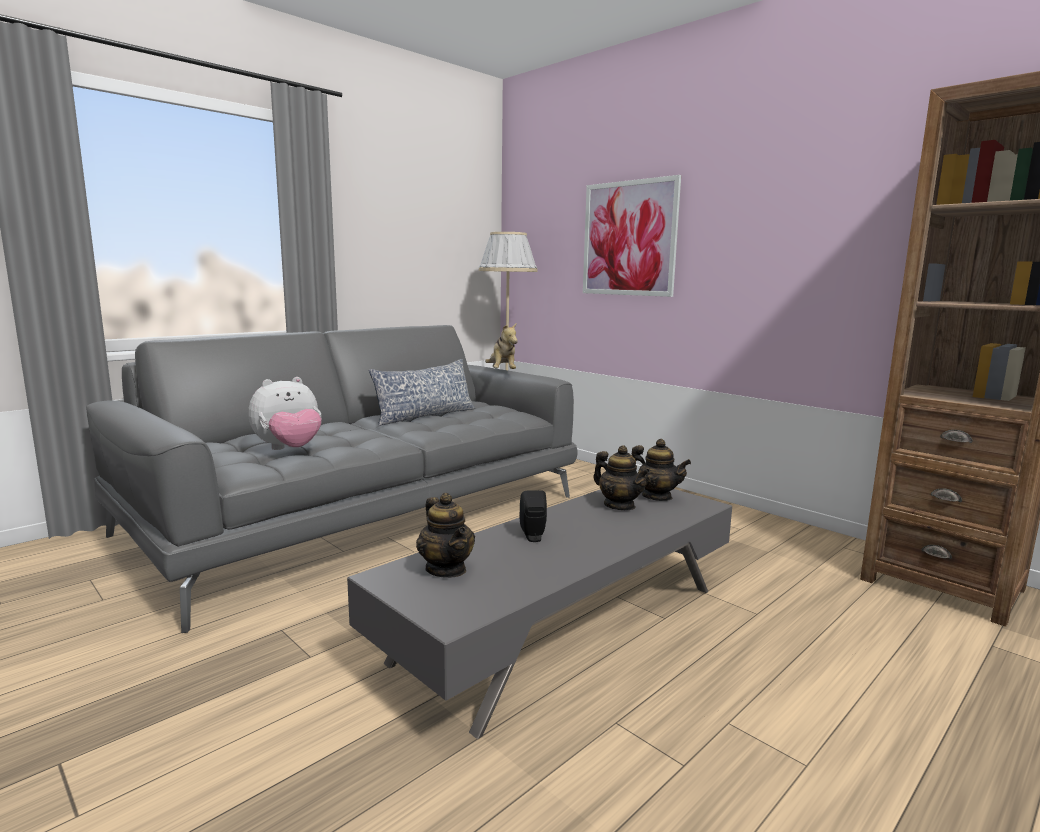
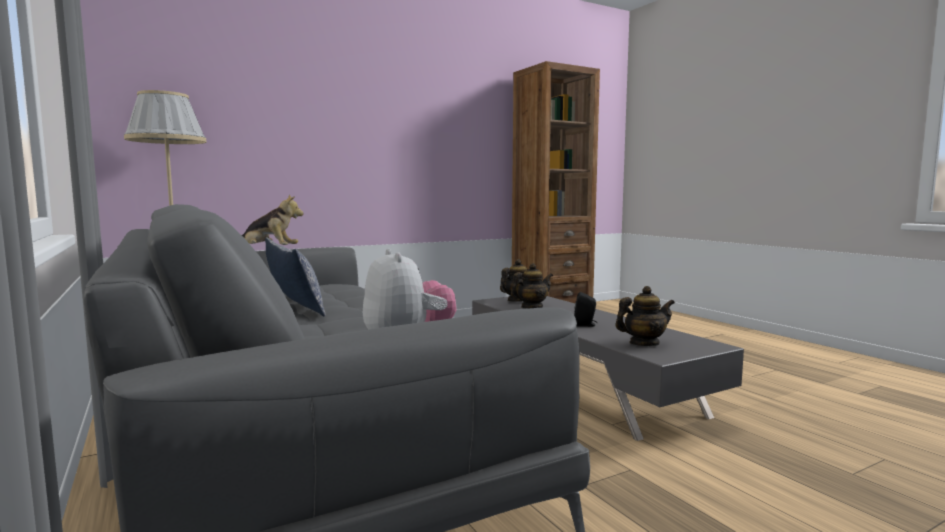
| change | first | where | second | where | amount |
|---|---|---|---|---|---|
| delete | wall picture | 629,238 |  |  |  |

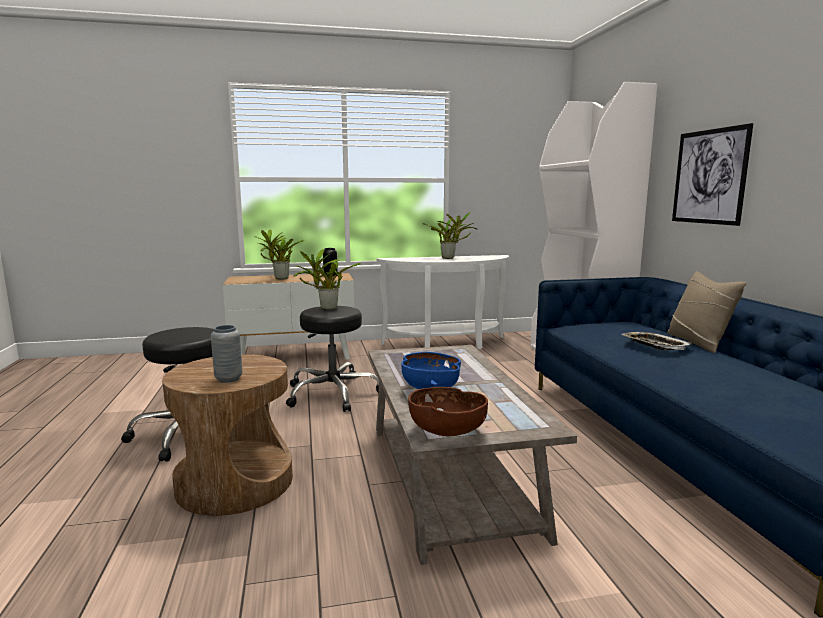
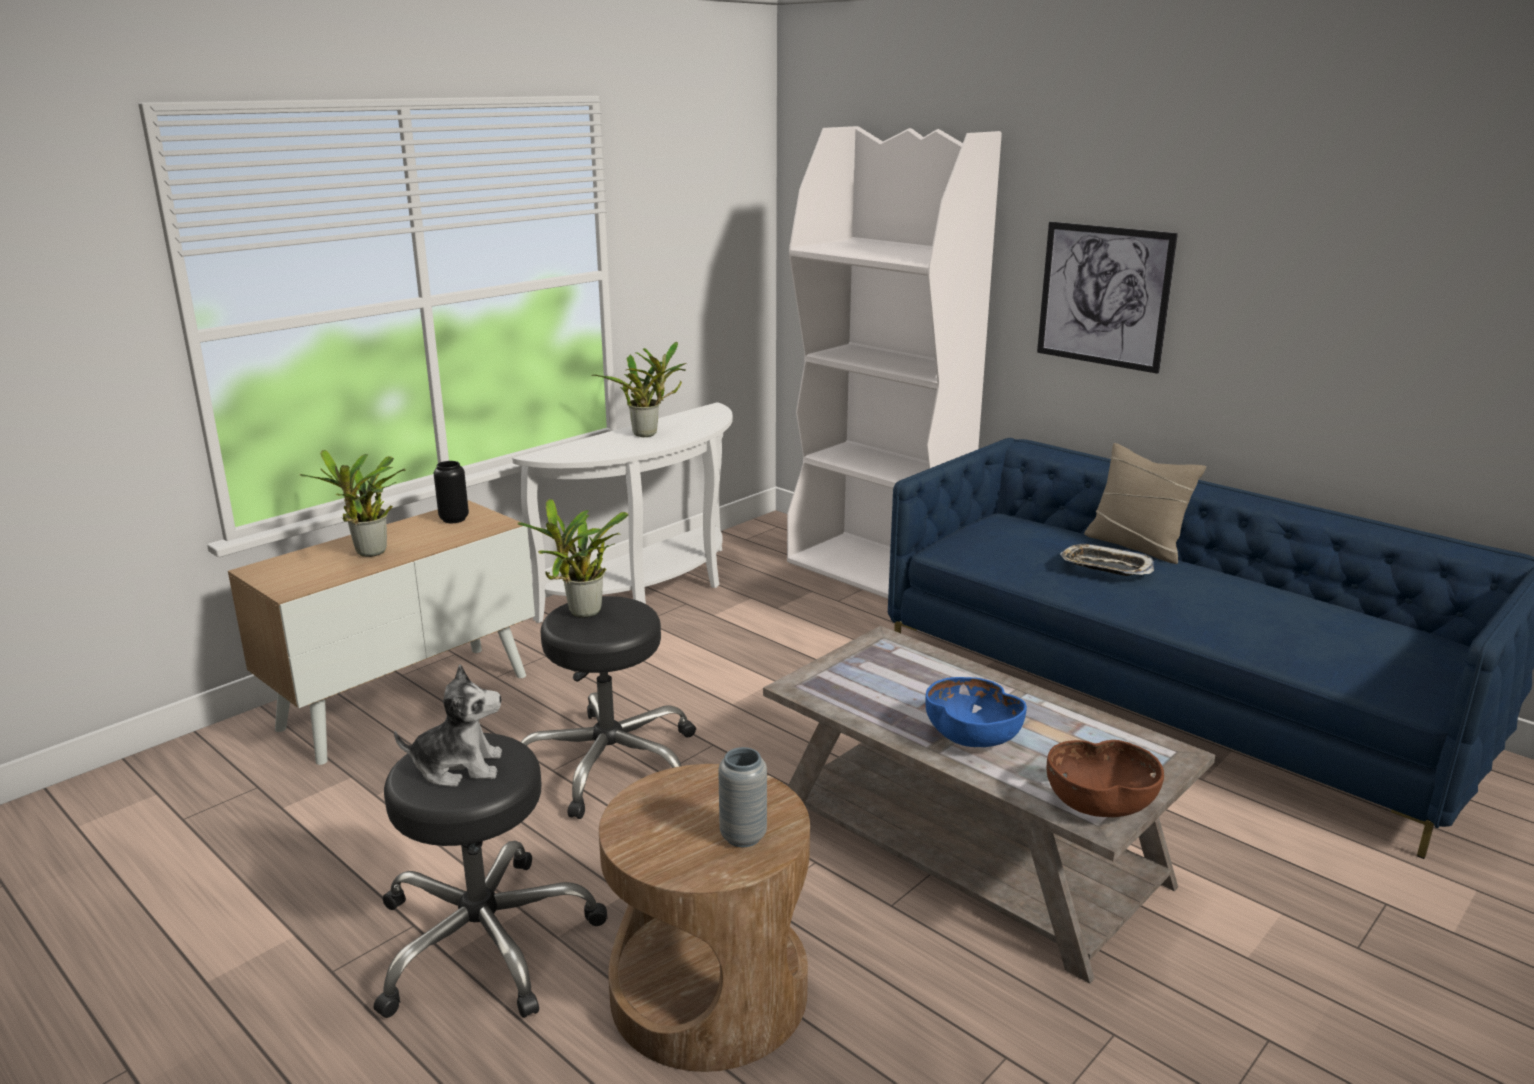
| change | first | where | second | where | amount |
|---|---|---|---|---|---|
| insert |  |  | soft toy | 458,767 |  |

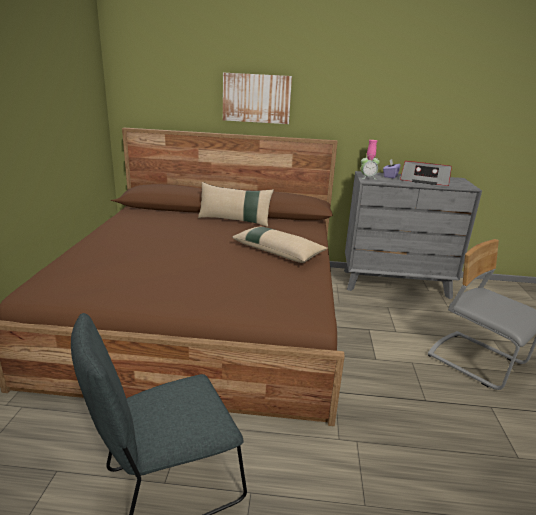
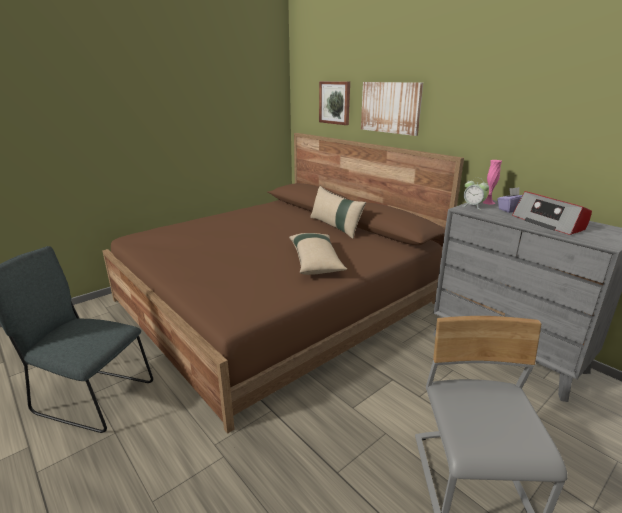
| change | first | where | second | where | amount |
|---|---|---|---|---|---|
| insert |  |  | wall picture | 335,102 |  |

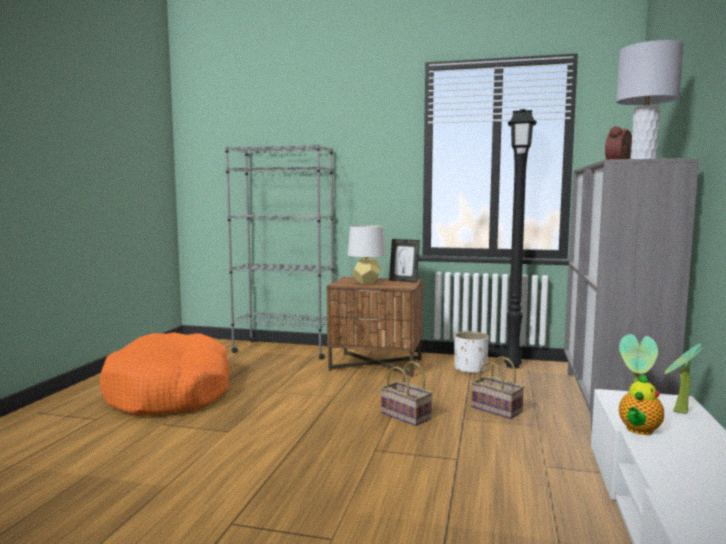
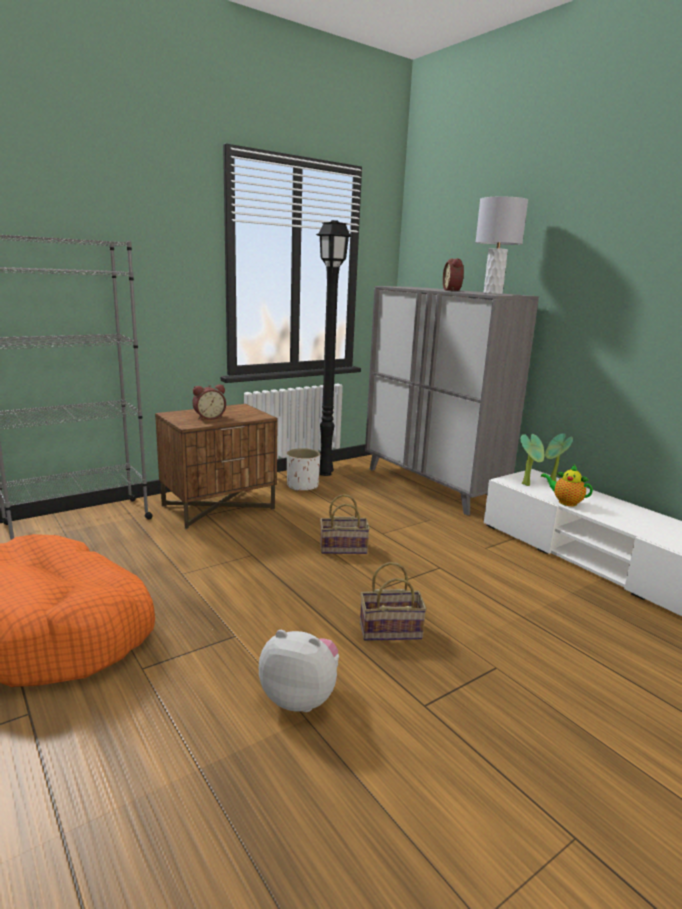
| change | first | where | second | where | amount |
|---|---|---|---|---|---|
| replace | lamp for a table in grey | 366,282 | bedside clock | 209,417 |  |
| delete | picture frame | 404,281 |  |  |  |
| move | household basket | 498,409 |  | 391,630 |  |
| rotate | pot for tea | 639,430 |  | 565,502 | 135 degrees clockwise |
| insert |  |  | soft toy | 300,697 |  |

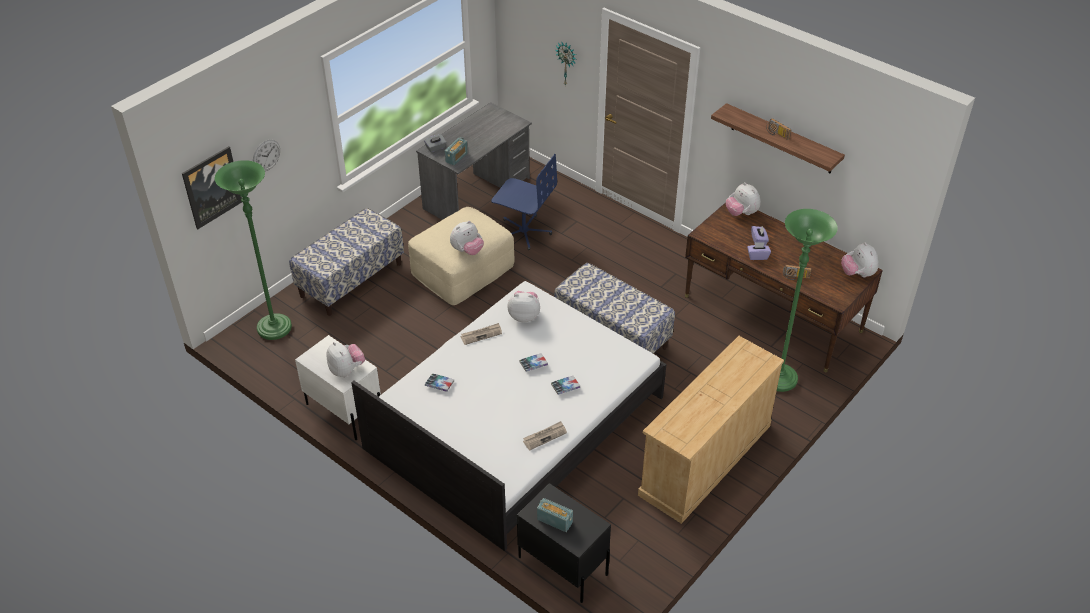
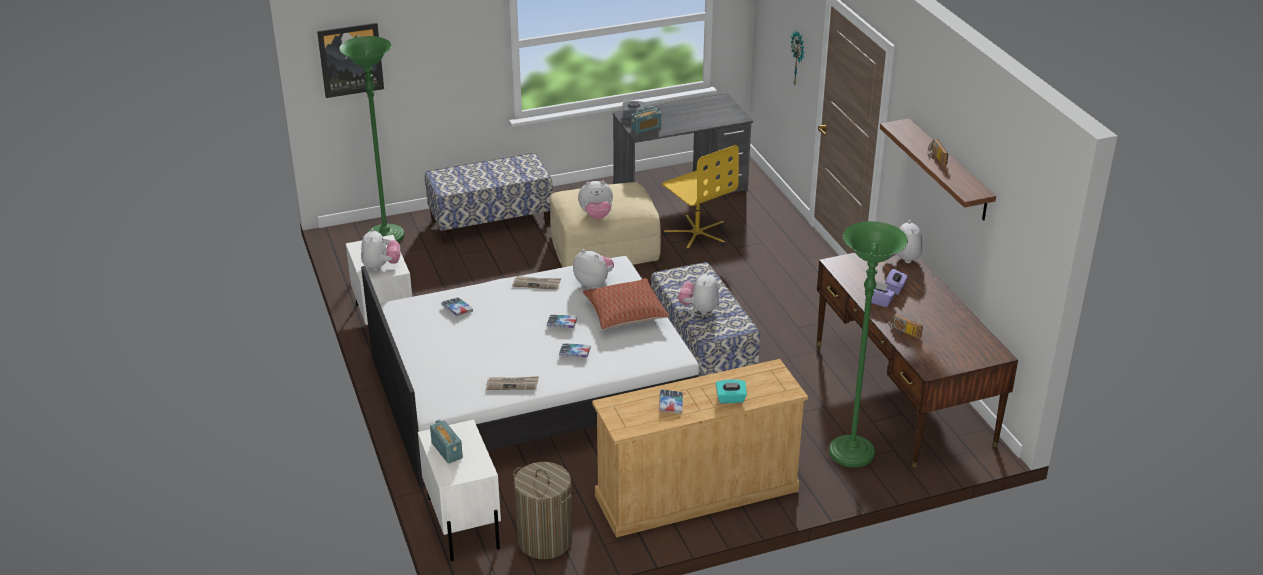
| change | first | where | second | where | amount |
|---|---|---|---|---|---|
| delete | clock on the wall | 266,155 |  |  |  |
| recolor | desk chair in bluish | 524,232 | desk chair in yellow | 697,235 |  |
| recolor | night table in black-coloured | 562,565 | night table in whitish | 463,522 |  |
| move | soft toy | 857,274 |  | 699,309 |  |
| insert |  |  | hamper | 544,540 |  |
| insert |  |  | cushion | 625,313 |  |
| insert |  |  | book | 671,404 |  |
| insert |  |  | tissue box in turquoise-coloured | 730,399 |  |

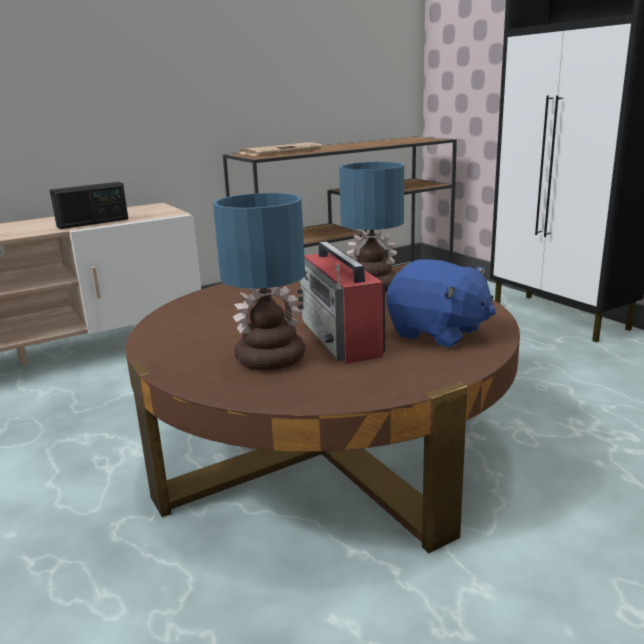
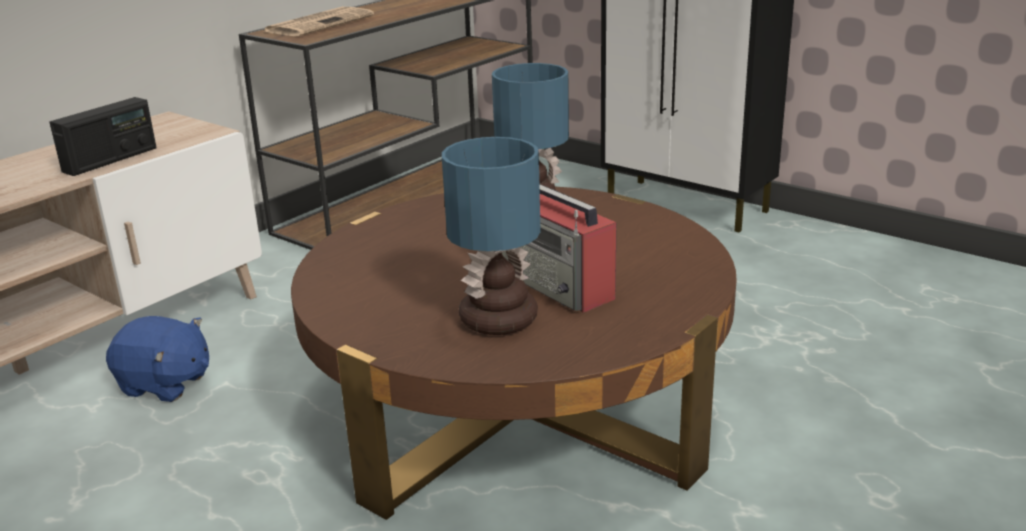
| change | first | where | second | where | amount |
|---|---|---|---|---|---|
| move | soft toy in bluish | 438,333 |  | 165,384 |  |

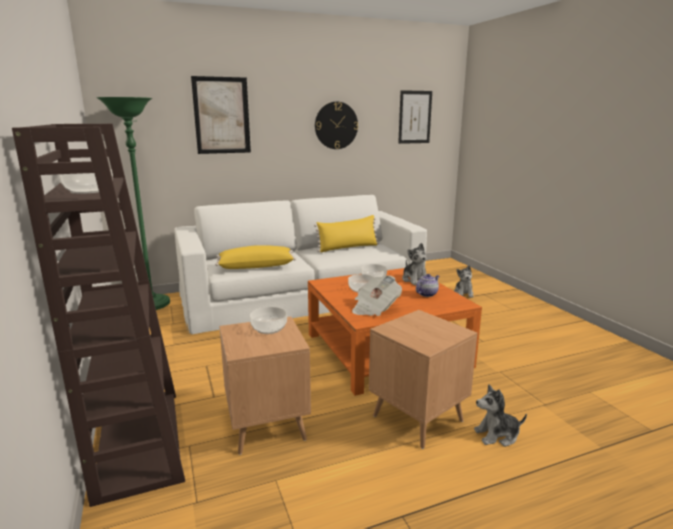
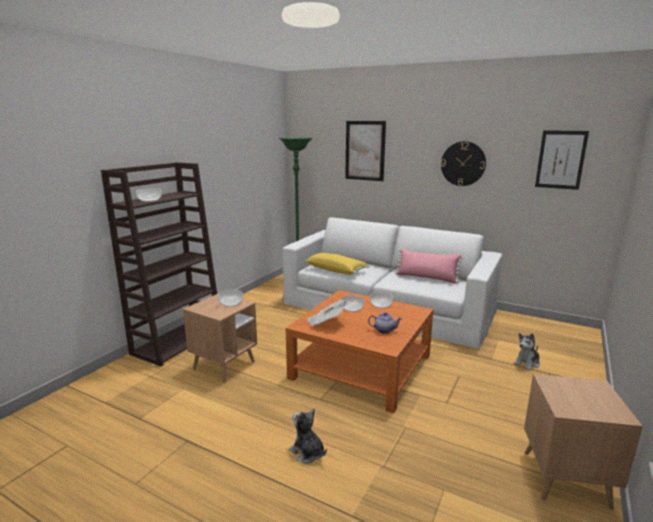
| change | first | where | second | where | amount |
|---|---|---|---|---|---|
| recolor | cushion in yellow | 348,248 | cushion in pink | 426,278 |  |
| move | end table in brown | 417,418 |  | 565,479 |  |
| delete | soft toy | 415,280 |  |  |  |

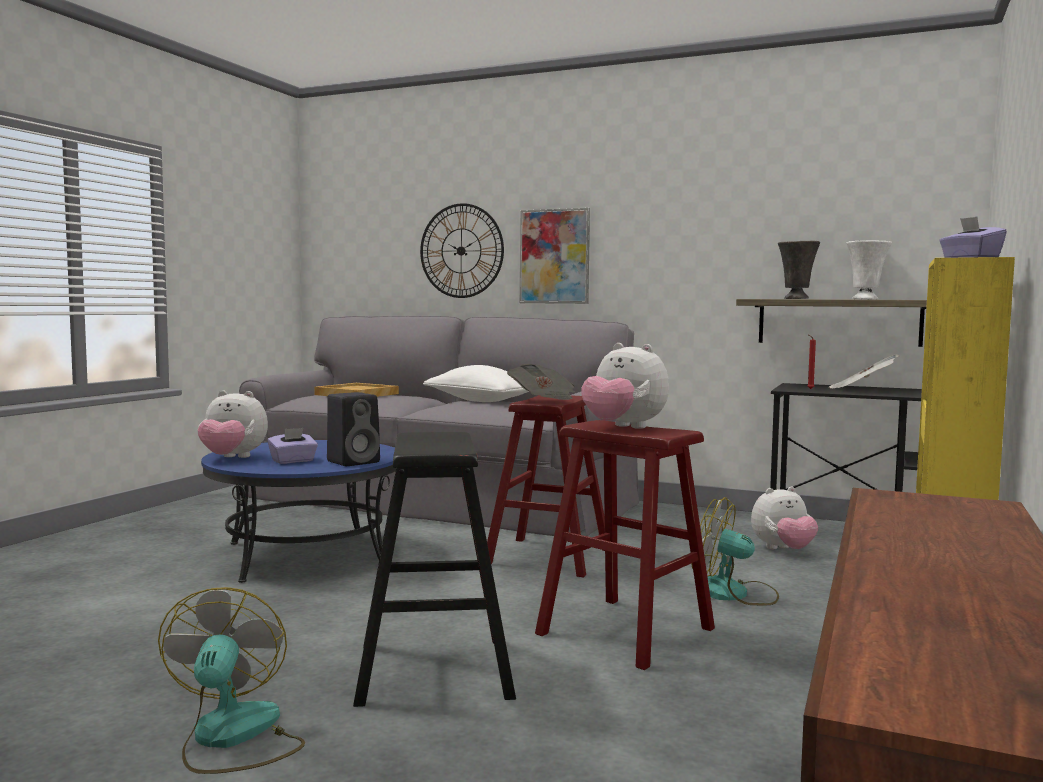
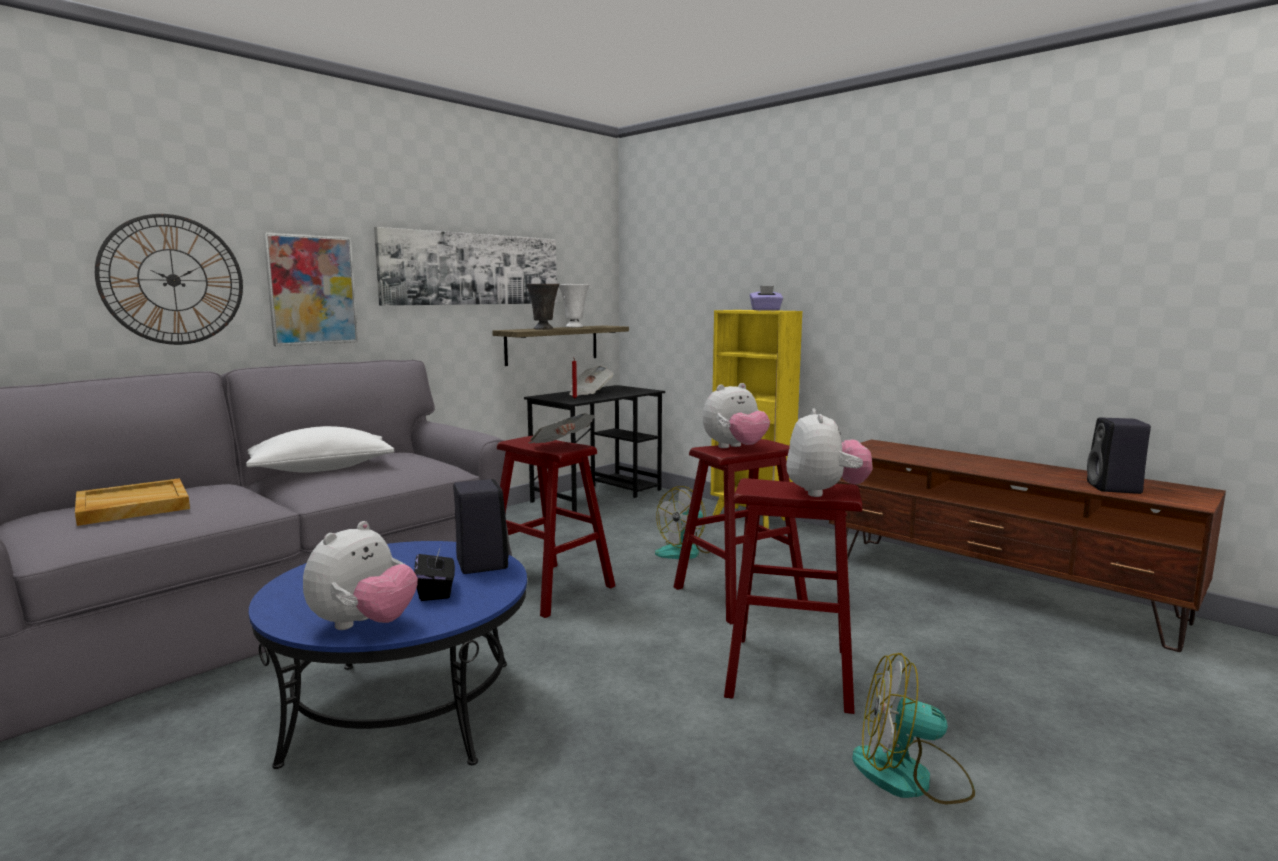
| change | first | where | second | where | amount |
|---|---|---|---|---|---|
| recolor | tissue box in purplish | 293,461 | tissue box in black-coloured | 436,591 |  |
| recolor | sitting stool in black-coloured | 434,670 | sitting stool in red-coloured | 790,672 |  |
| move | soft toy | 783,550 |  | 825,492 |  |
| insert |  |  | wall picture | 473,269 |  |
| insert |  |  | speaker in black-coloured | 1115,488 |  |

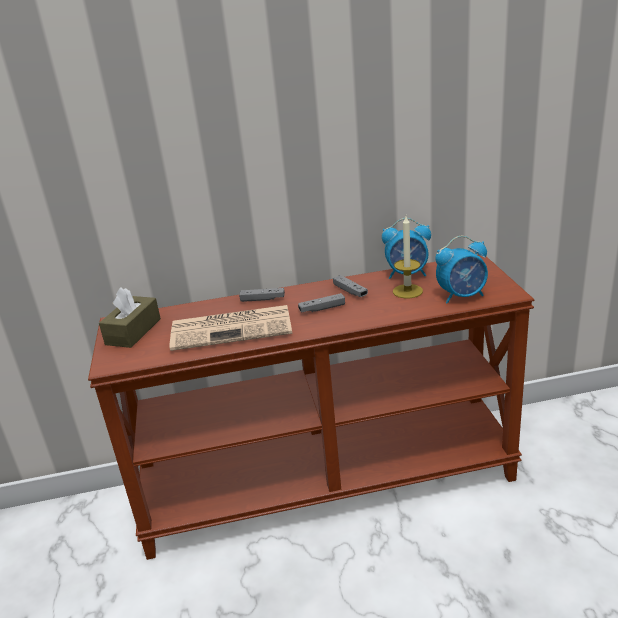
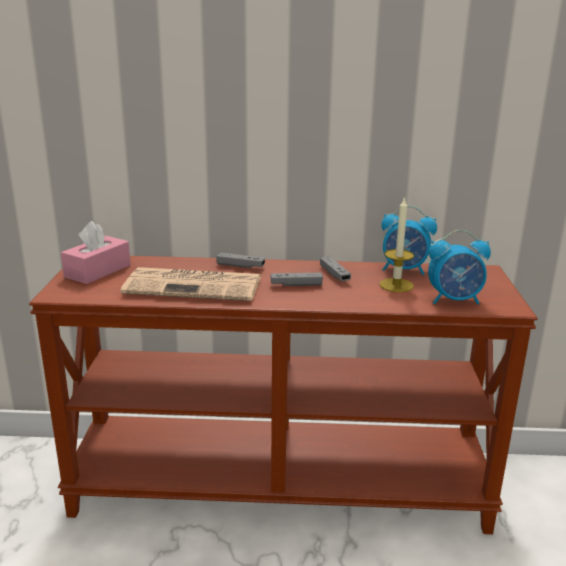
| change | first | where | second | where | amount |
|---|---|---|---|---|---|
| recolor | tissue box in brown | 133,331 | tissue box in pink | 98,271 |  |

